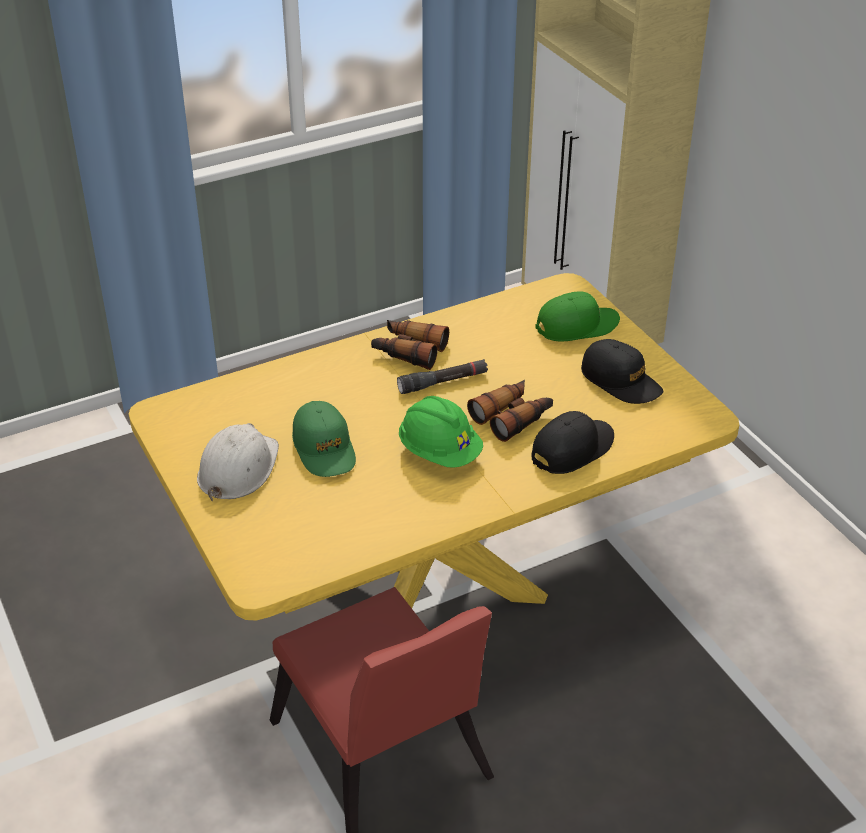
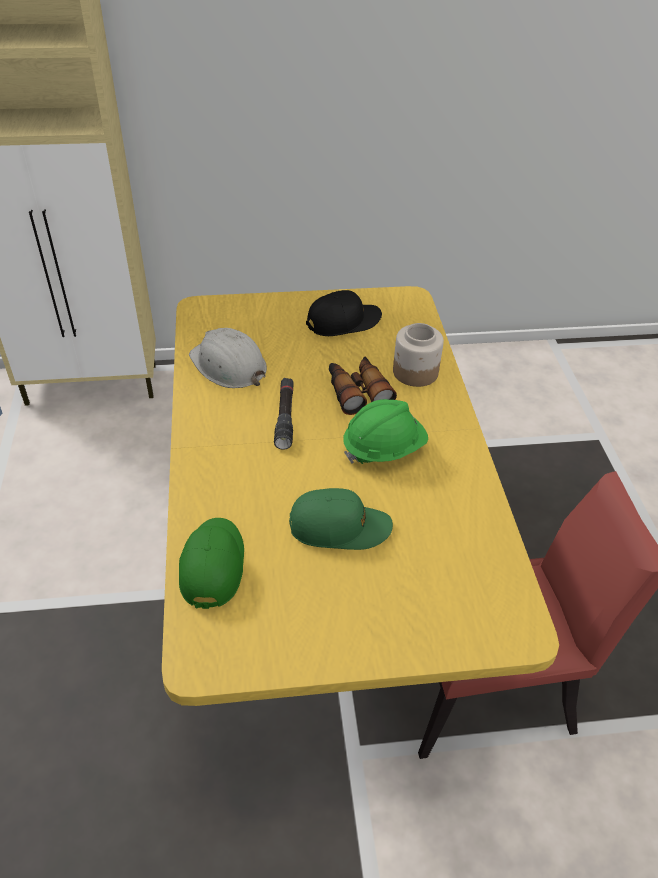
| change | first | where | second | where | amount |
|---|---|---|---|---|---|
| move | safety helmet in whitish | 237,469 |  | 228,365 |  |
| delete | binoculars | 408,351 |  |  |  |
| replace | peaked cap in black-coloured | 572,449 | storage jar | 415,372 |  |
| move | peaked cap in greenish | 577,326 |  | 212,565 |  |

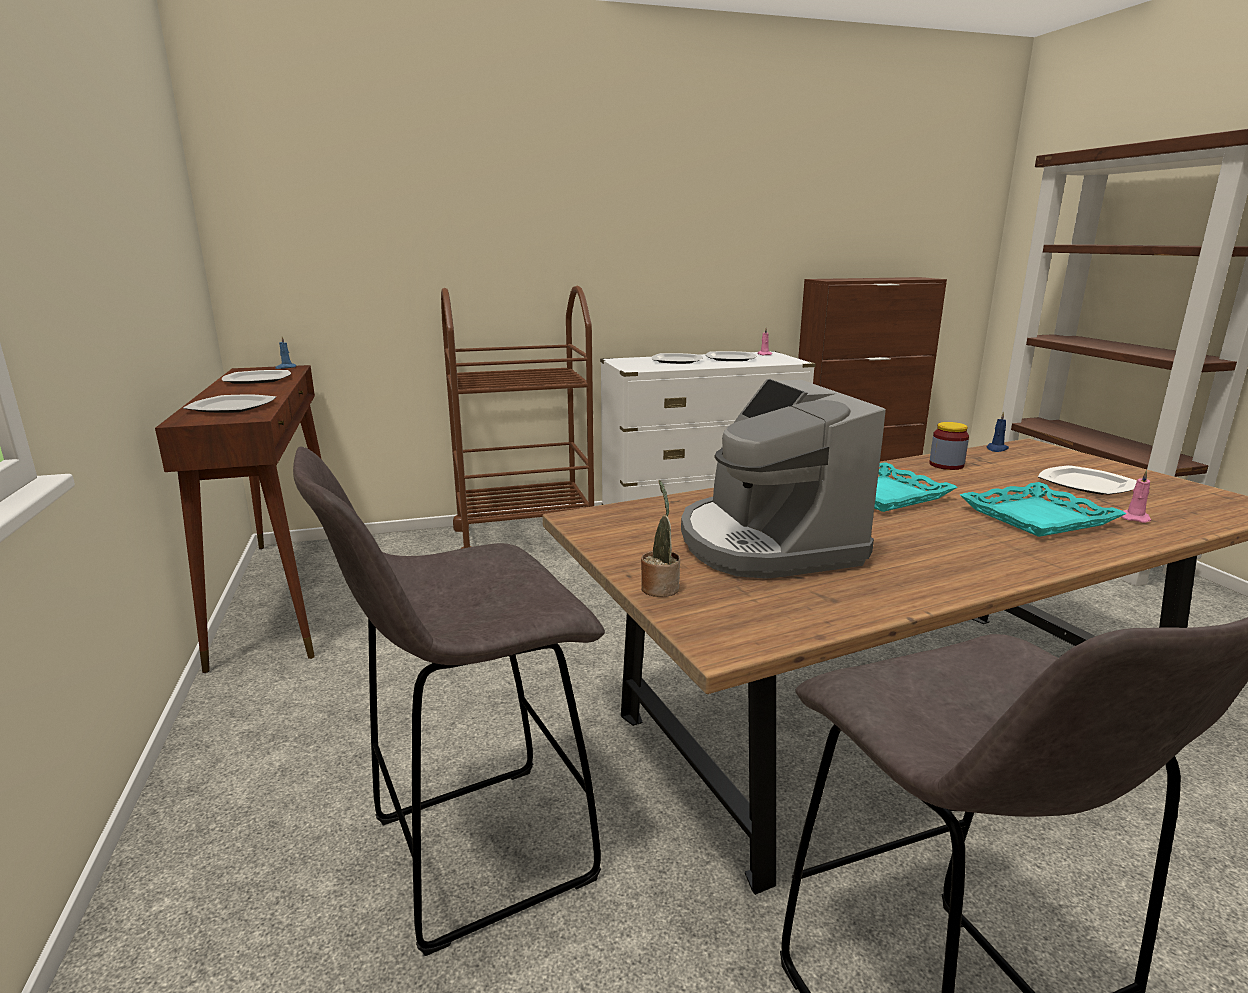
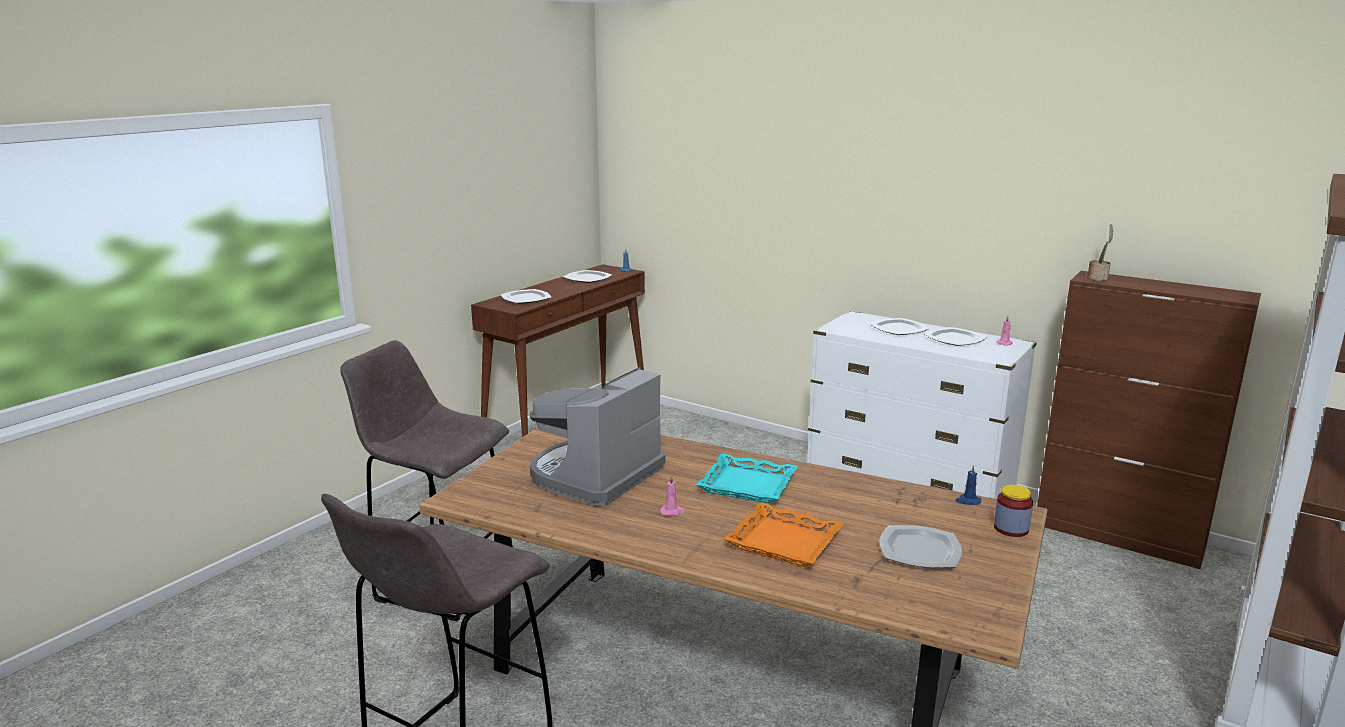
| change | first | where | second | where | amount |
|---|---|---|---|---|---|
| delete | cart in brown | 524,539 |  |  |  |
| move | potted plant | 660,587 |  | 1098,278 |  |
| move | storage jar | 946,465 |  | 1011,529 |  |
| recolor | carrying tray in turquoise-coloured | 1038,518 | carrying tray in orange | 783,542 |  |
| move | wax light in pink | 1134,518 |  | 672,511 |  |

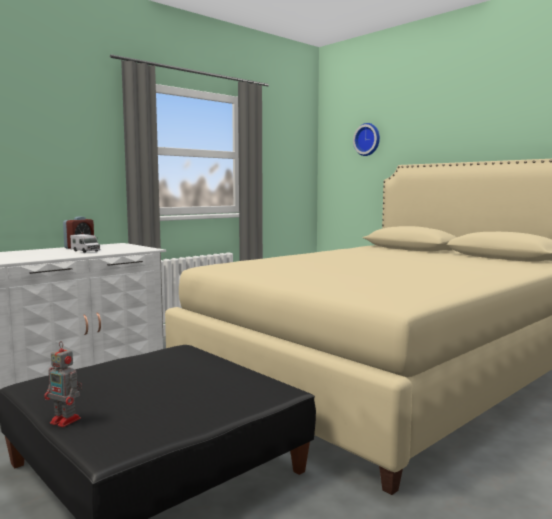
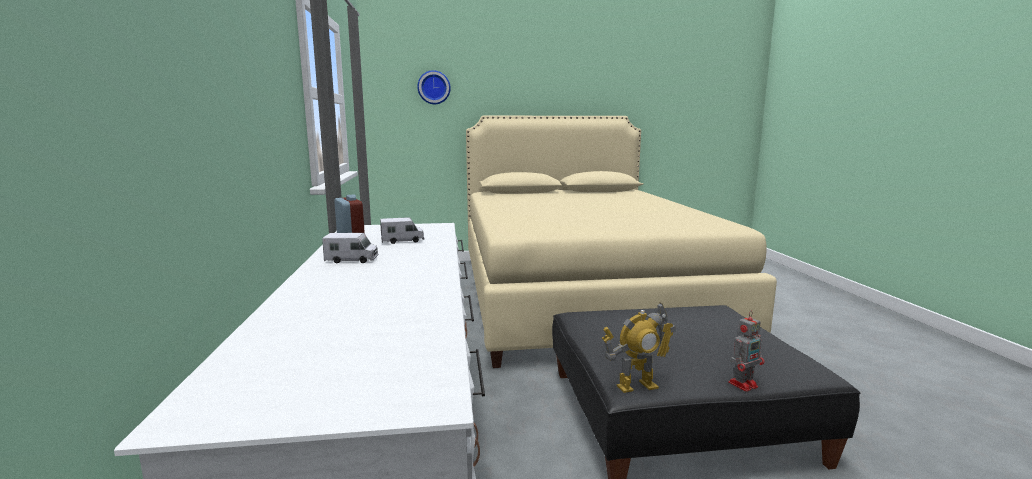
| change | first | where | second | where | amount |
|---|---|---|---|---|---|
| insert |  |  | toy lorry | 352,260 |  |
| insert |  |  | toy robot | 637,386 |  |

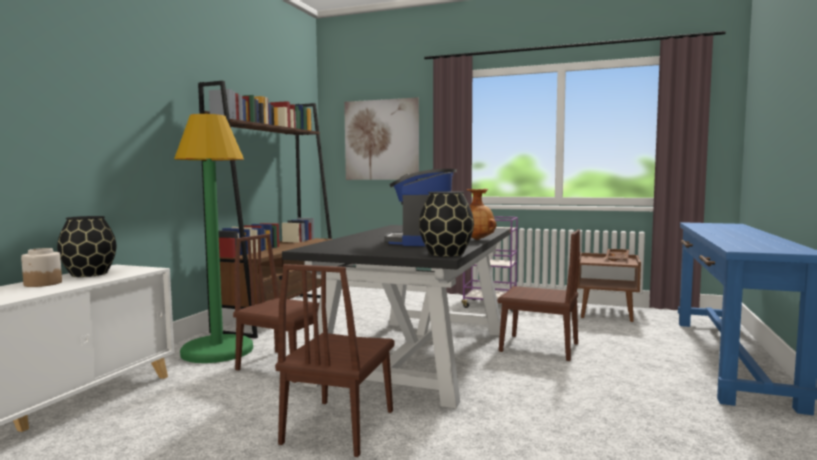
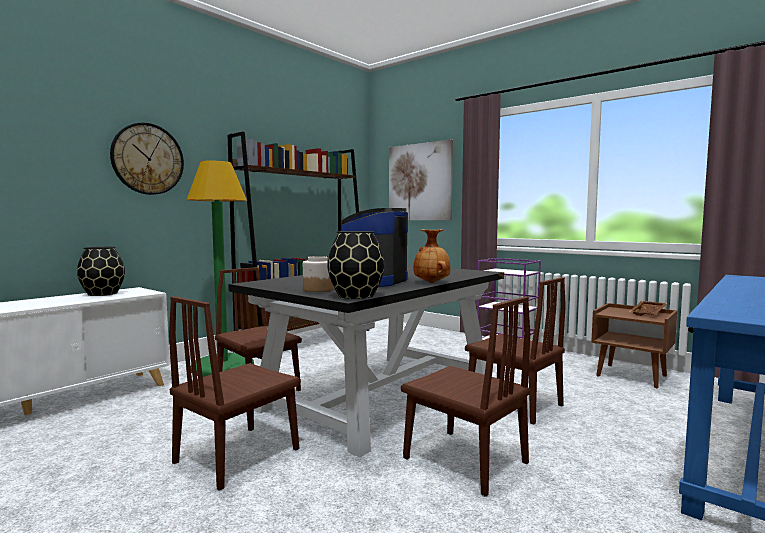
| change | first | where | second | where | amount |
|---|---|---|---|---|---|
| move | storage jar | 42,283 |  | 318,289 |  |
| insert |  |  | clock on the wall | 148,159 |  |
| insert |  |  | upright chair in brown | 464,460 |  |

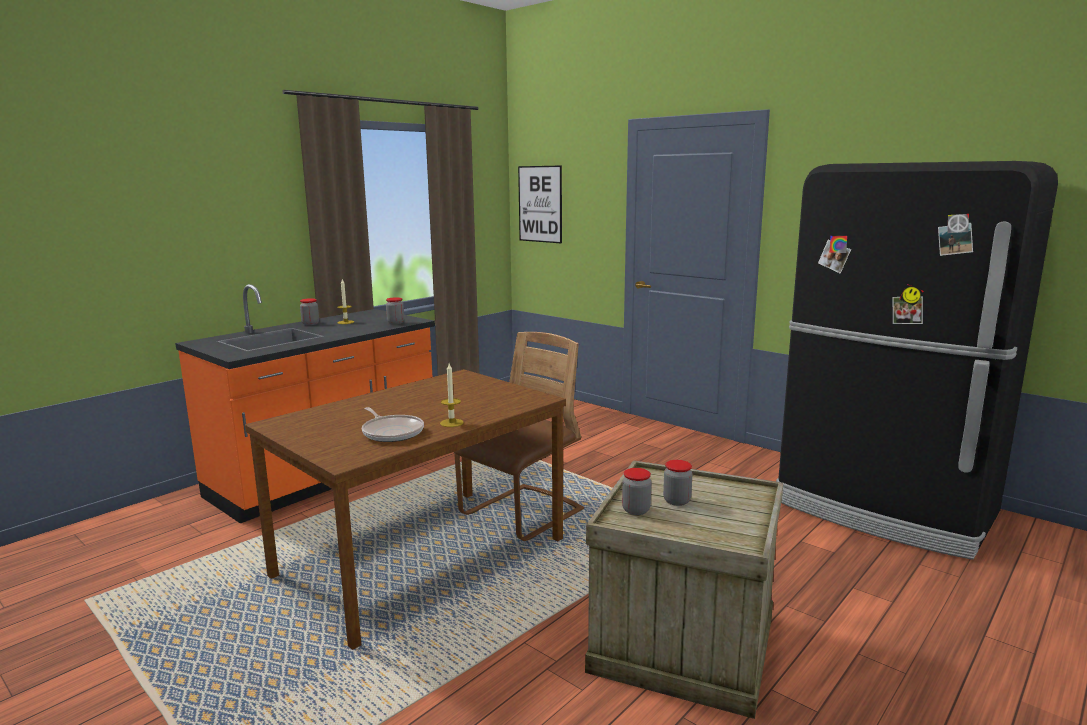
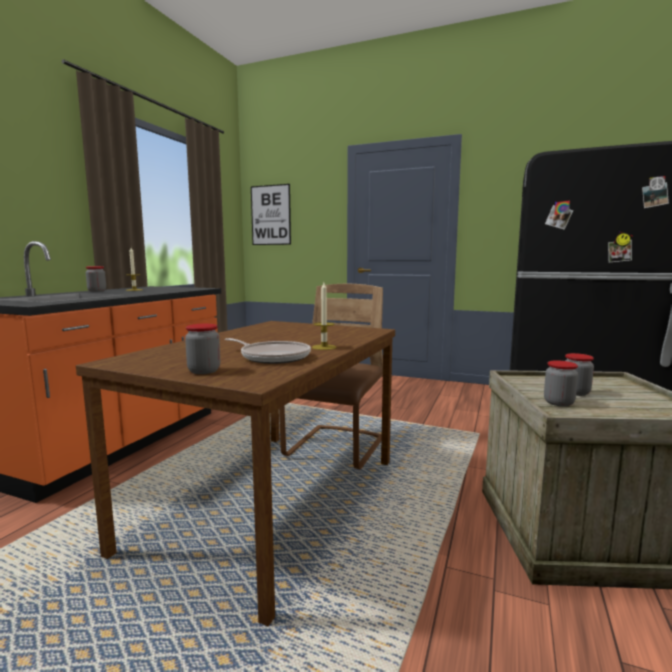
| change | first | where | second | where | amount |
|---|---|---|---|---|---|
| move | storage jar | 395,323 |  | 204,371 |  |

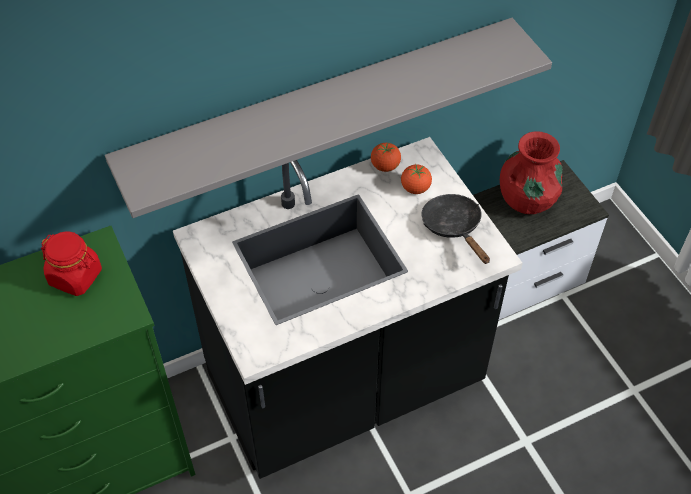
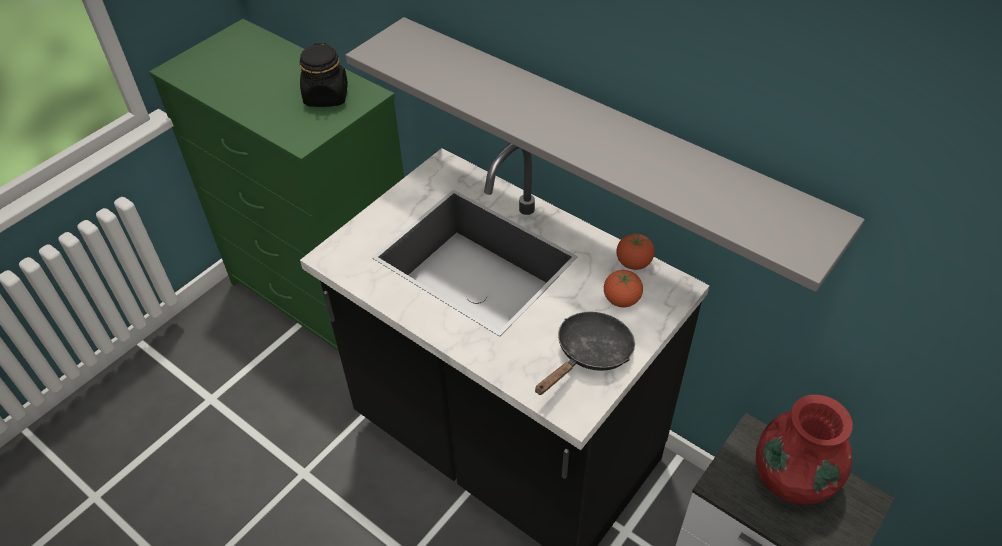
| change | first | where | second | where | amount |
|---|---|---|---|---|---|
| recolor | storage jar in red-coloured | 76,276 | storage jar in black-coloured | 326,96 |  |

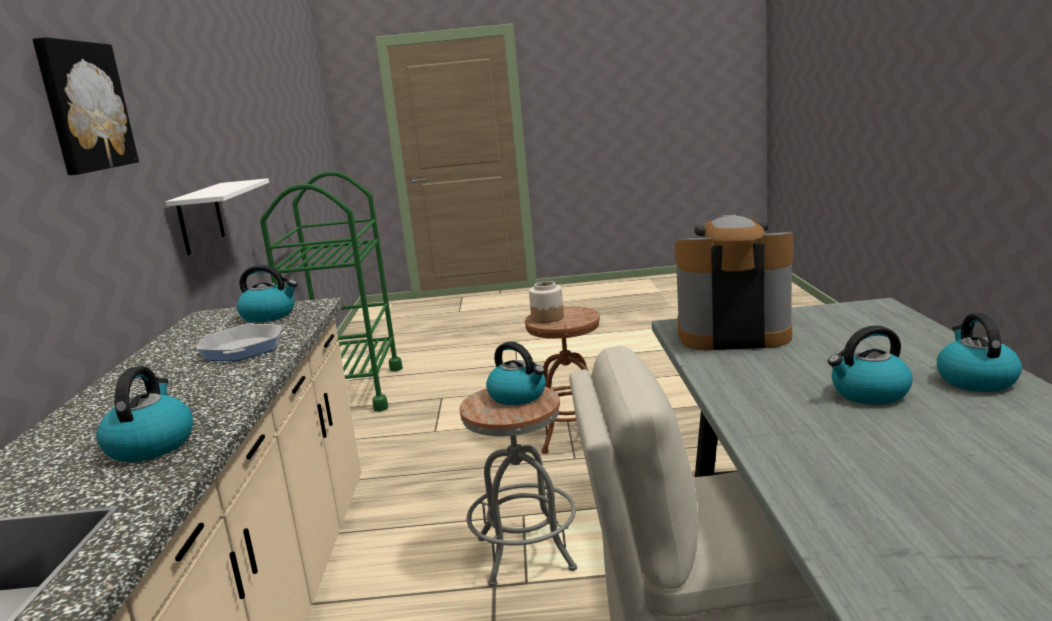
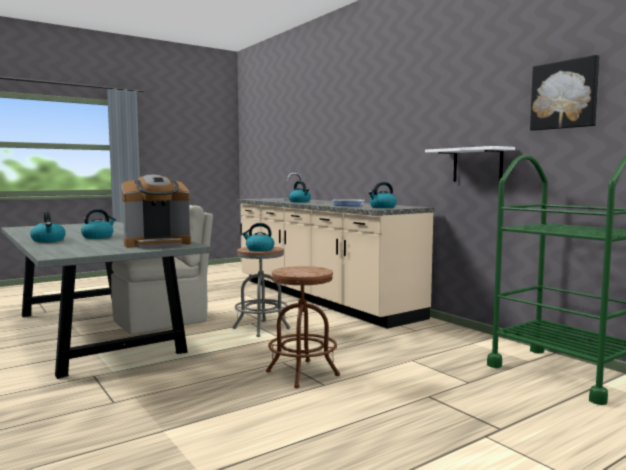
| change | first | where | second | where | amount |
|---|---|---|---|---|---|
| move | wall picture | 84,107 |  | 564,95 |  |
| delete | storage jar | 547,318 |  |  |  |

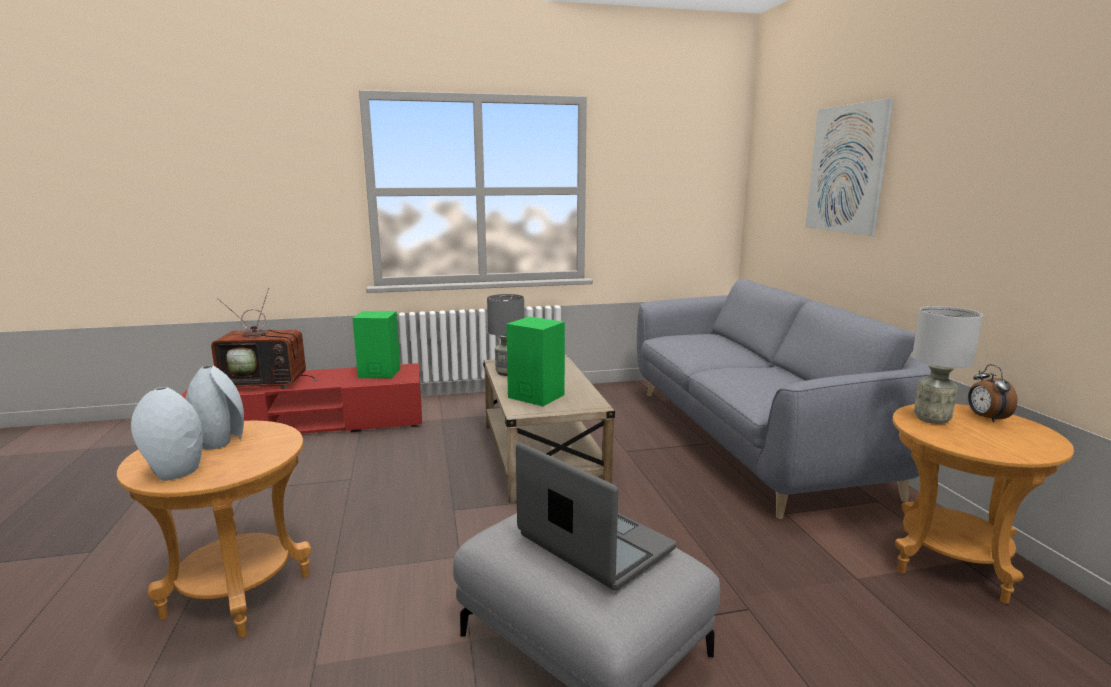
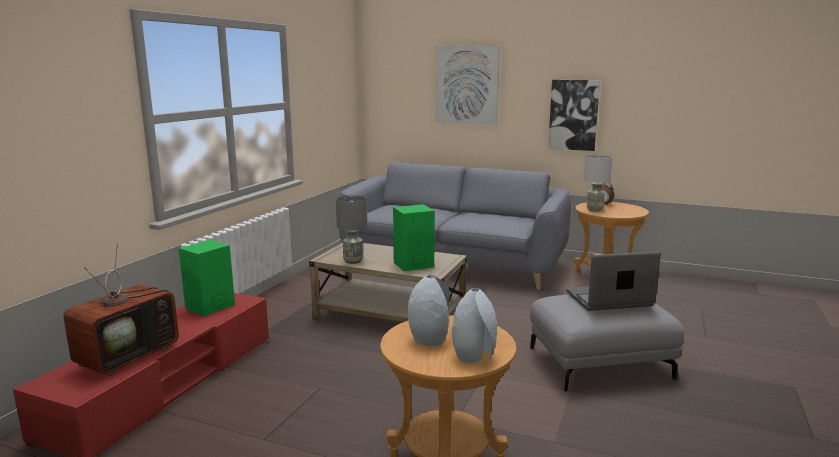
| change | first | where | second | where | amount |
|---|---|---|---|---|---|
| insert |  |  | wall picture | 573,115 |  |

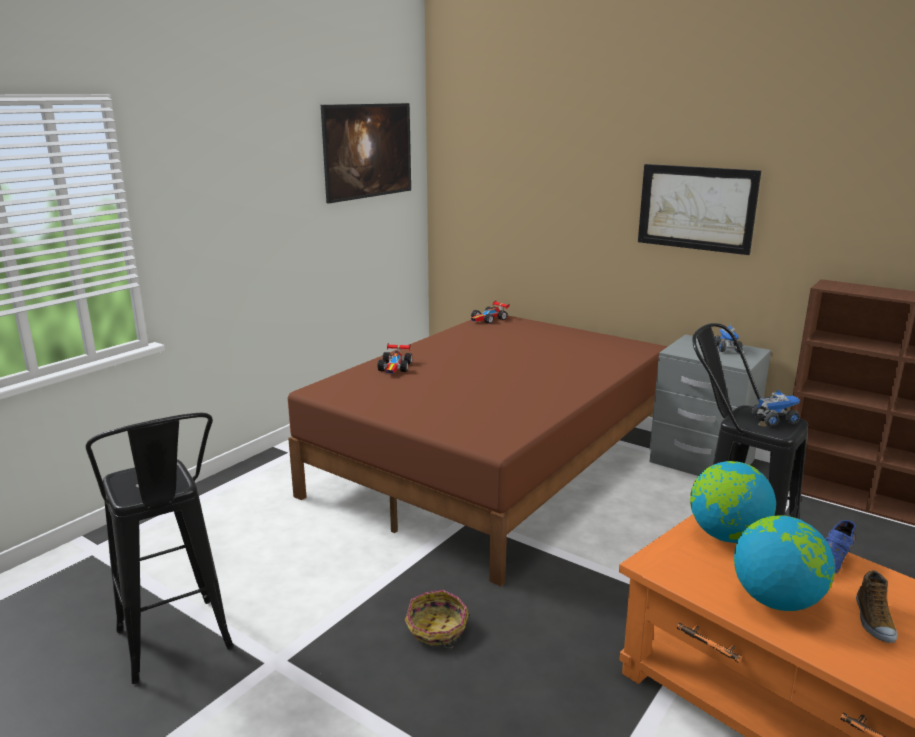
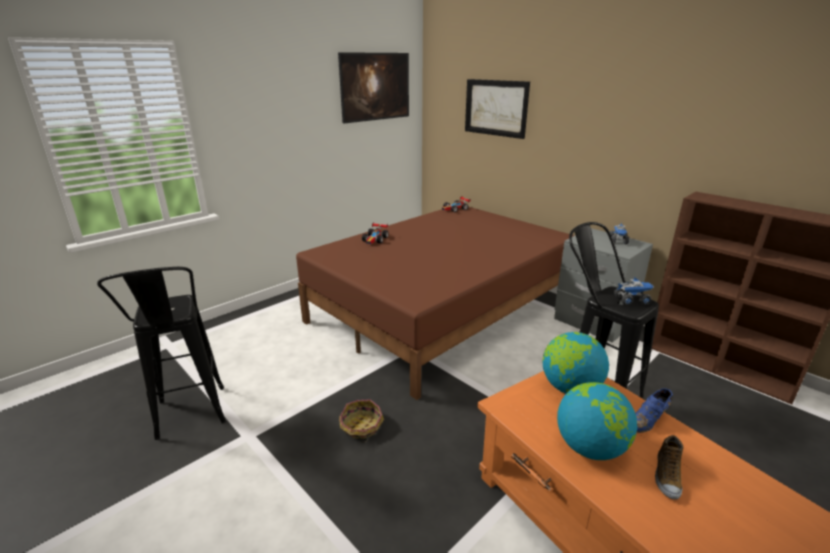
| change | first | where | second | where | amount |
|---|---|---|---|---|---|
| move | wall picture | 696,208 |  | 496,108 |  |

